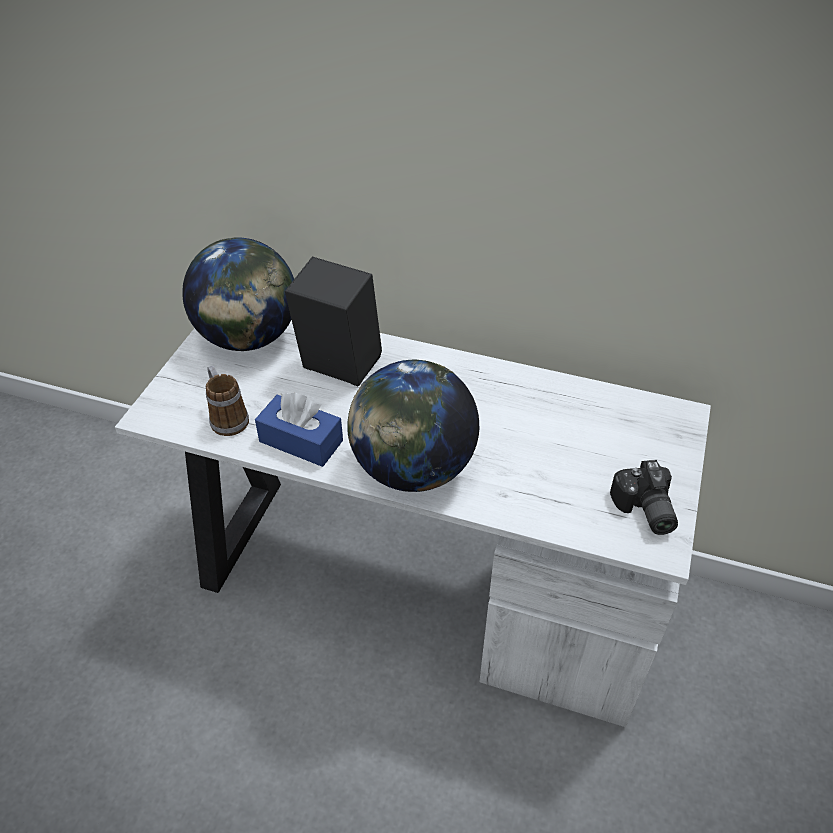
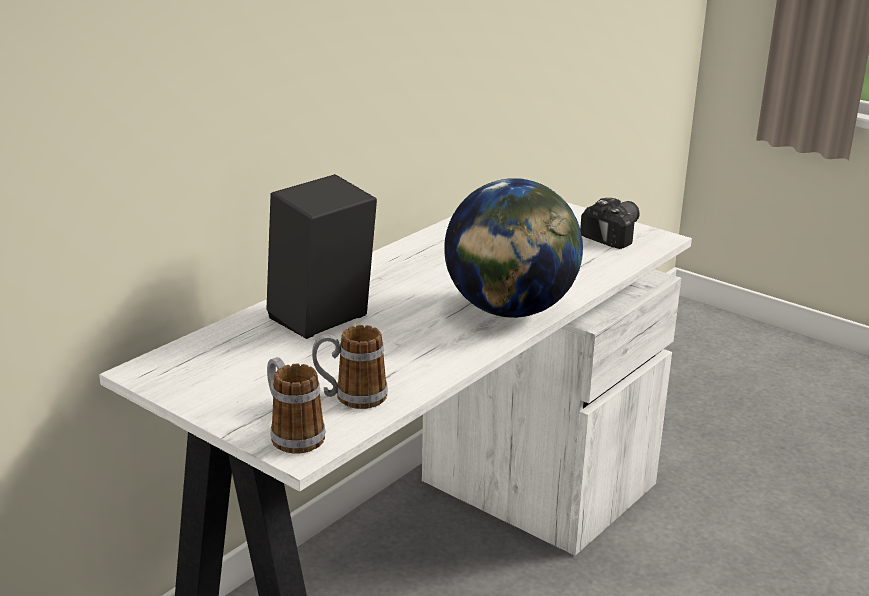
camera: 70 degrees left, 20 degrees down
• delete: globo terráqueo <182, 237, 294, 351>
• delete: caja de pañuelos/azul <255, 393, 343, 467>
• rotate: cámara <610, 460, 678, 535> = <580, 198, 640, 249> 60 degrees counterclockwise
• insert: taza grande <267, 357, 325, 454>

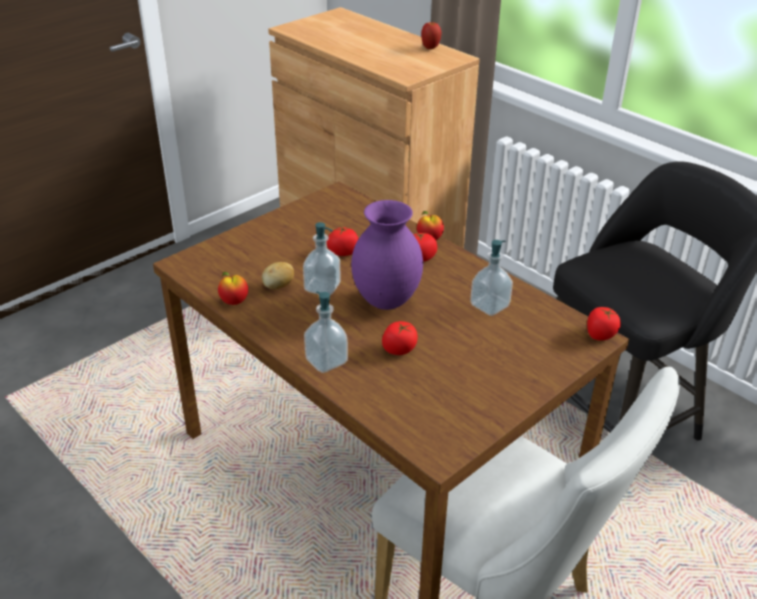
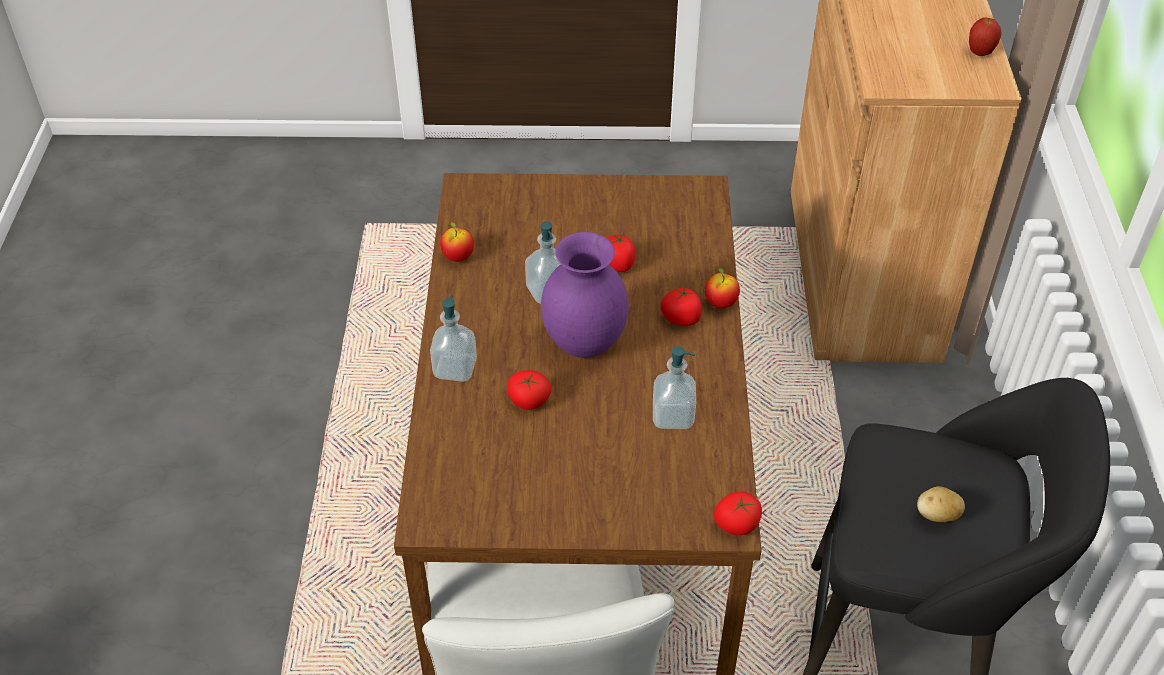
camera: 45 degrees right, 10 degrees up
• move: patata <262, 262, 294, 289> to <917, 486, 965, 522>

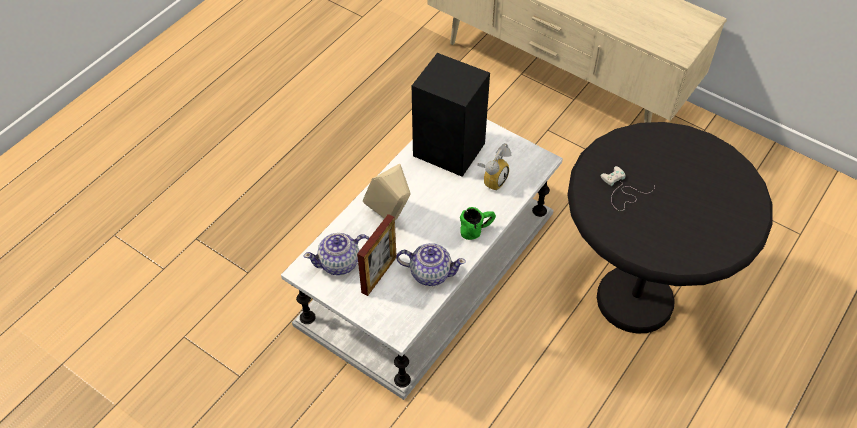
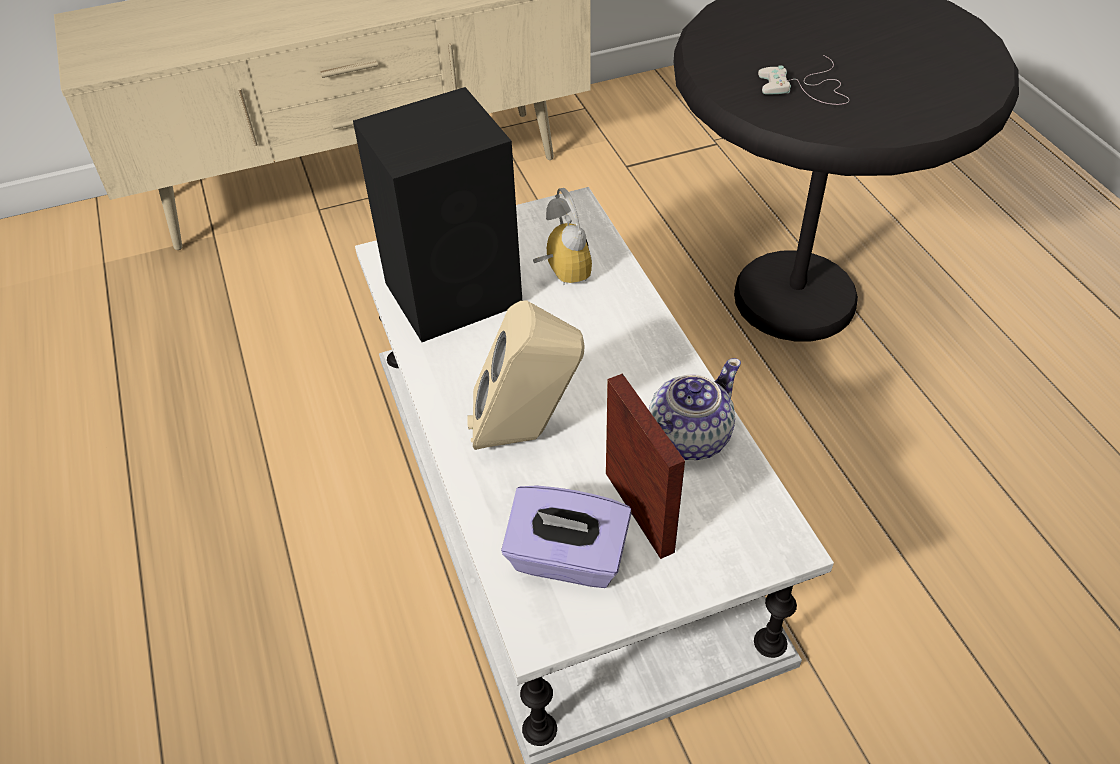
camera: 55 degrees left, 5 degrees down
• replace: tetera <303, 233, 369, 275> to caja de pañuelos/morado <501, 485, 632, 588>
• delete: taza grande/verde <460, 207, 496, 240>

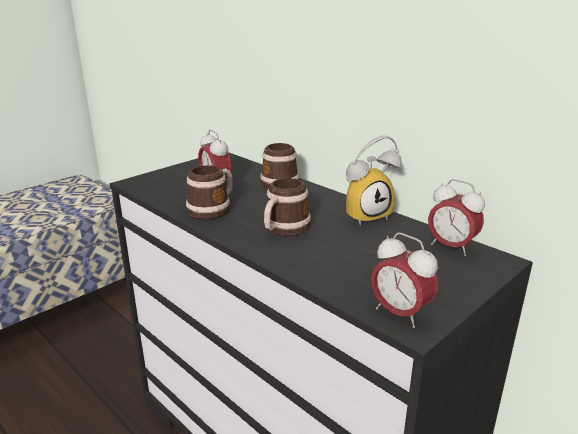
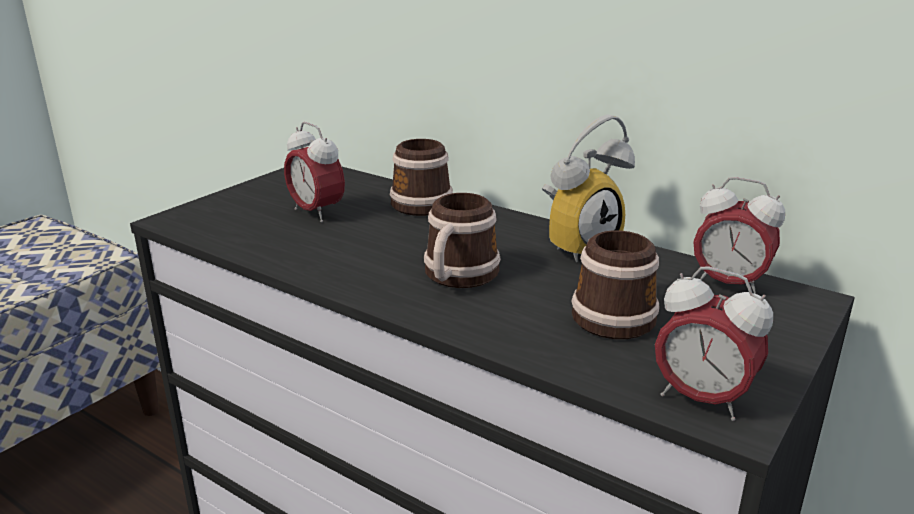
camera: 10 degrees left, 0 degrees up
• move: taza grande <186, 165, 233, 219> to <571, 231, 660, 339>

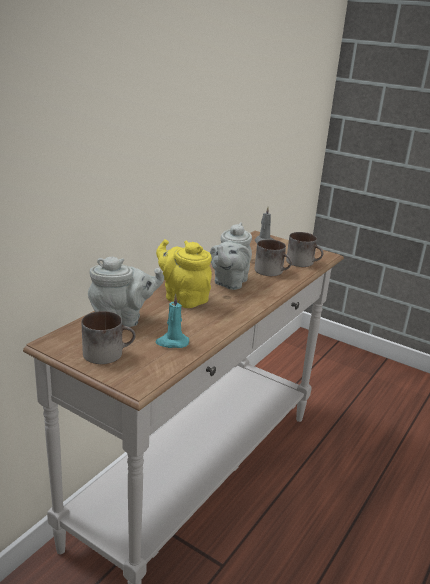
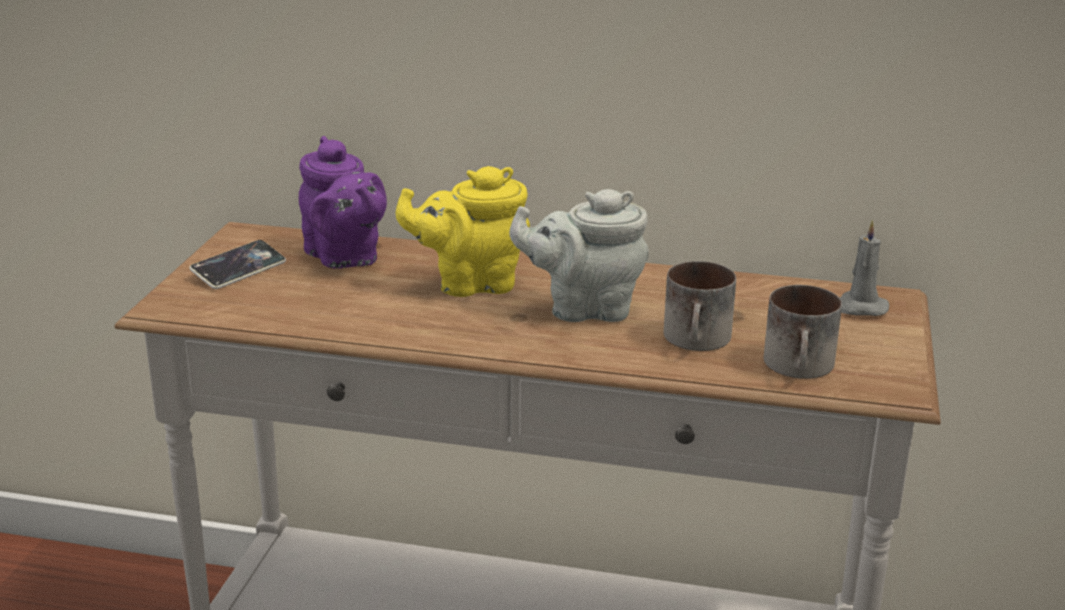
camera: 70 degrees right, 0 degrees up
• replace: taza grande <82, 311, 136, 364> to móvil <189, 240, 286, 289>
• recolor: tetera/gris <88, 257, 164, 327> to tetera/morado <299, 136, 387, 269>
• delete: vela/turquesa <155, 293, 189, 348>
• rotate: tetera/amarillo <156, 239, 212, 308> = <396, 166, 530, 297> 120 degrees counterclockwise

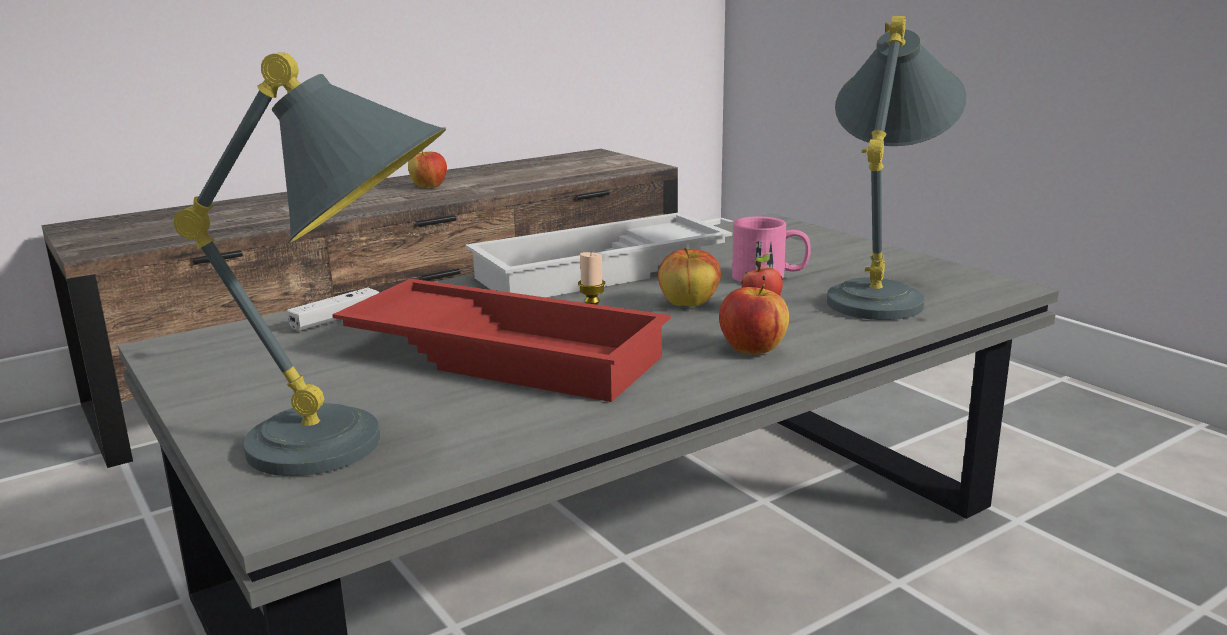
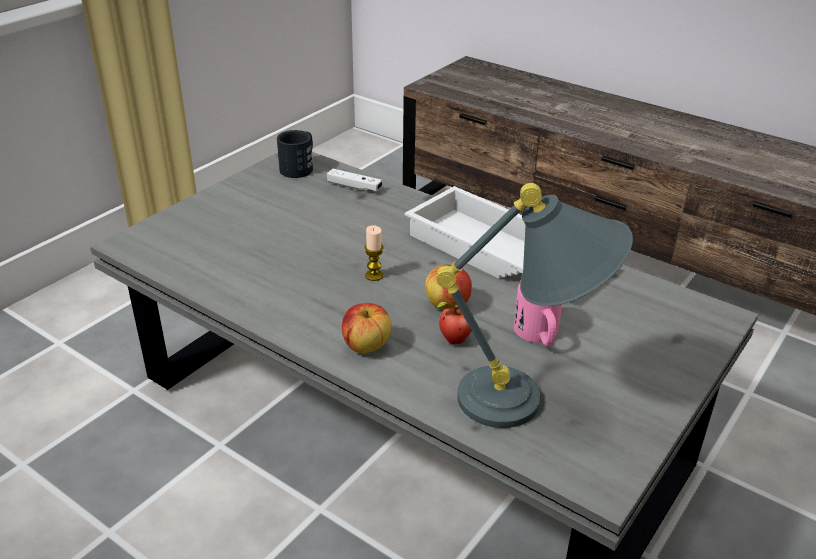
camera: 70 degrees right, 15 degrees up
• delete: lámpara de mesa/gris <174, 52, 446, 476>
• delete: bandeja/rojo <332, 279, 671, 402>
• delete: manzana <408, 150, 447, 188>
• insert: taza grande/negro <277, 130, 313, 178>

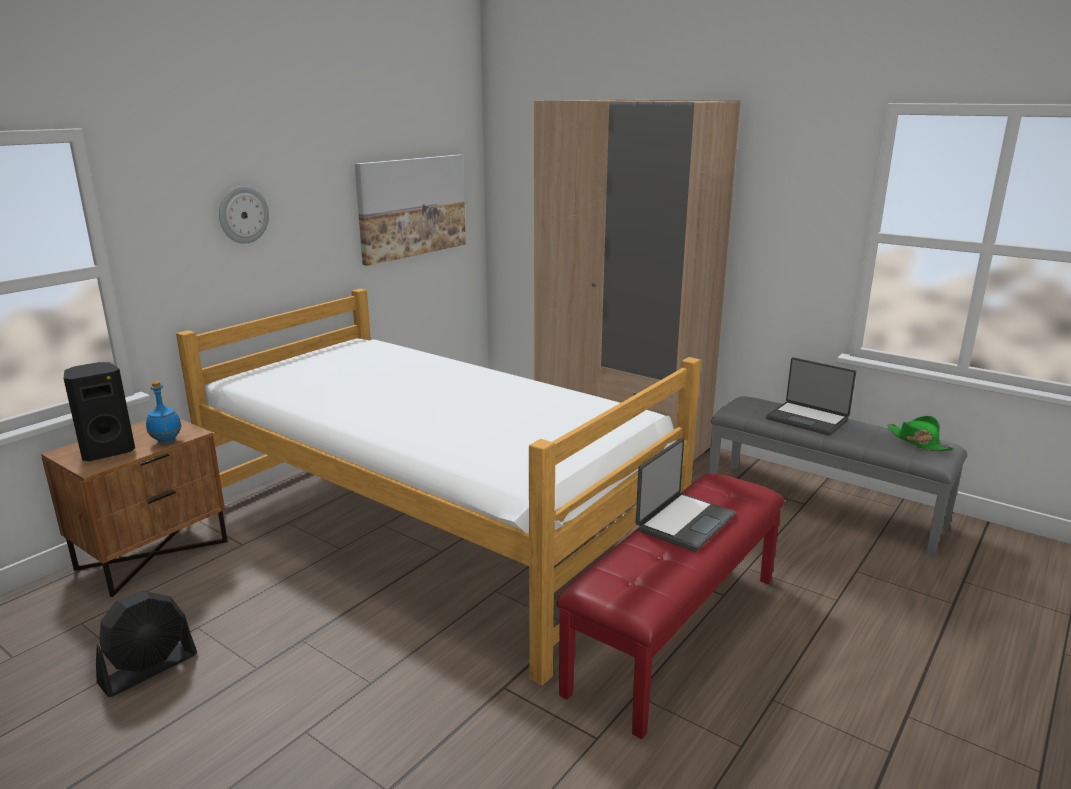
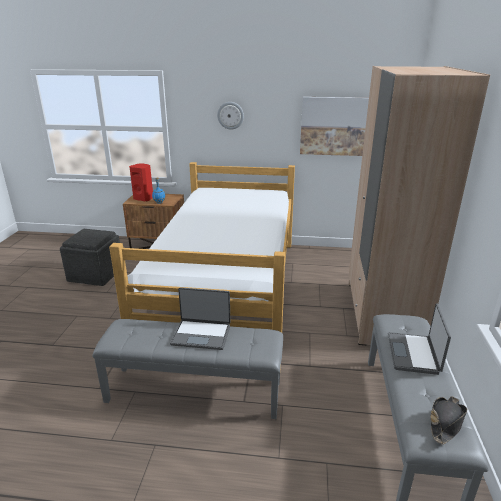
camera: 60 degrees right, 5 degrees up
• recolor: altavoz/negro <63, 362, 135, 461> to altavoz/rojo <129, 163, 153, 201>
• replace: ventilador/negro <96, 592, 197, 697> to puf/gris <60, 229, 120, 286>
• recolor: banco/rojo <557, 474, 785, 739> to banco/gris <92, 319, 283, 419>
• recolor: sombrero/verde <887, 416, 955, 451> to sombrero/negro <430, 396, 467, 445>

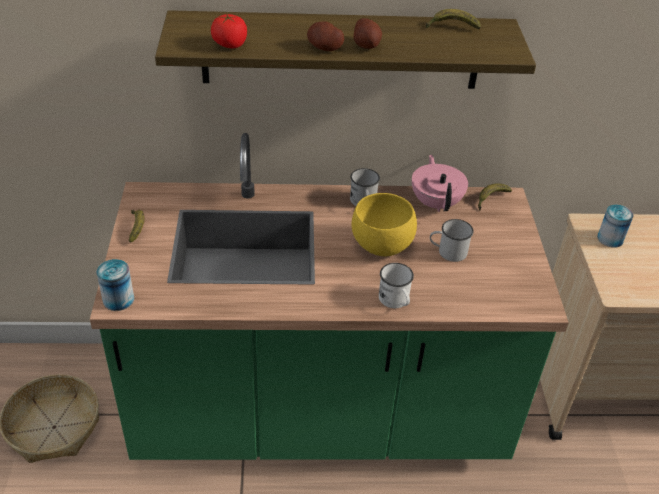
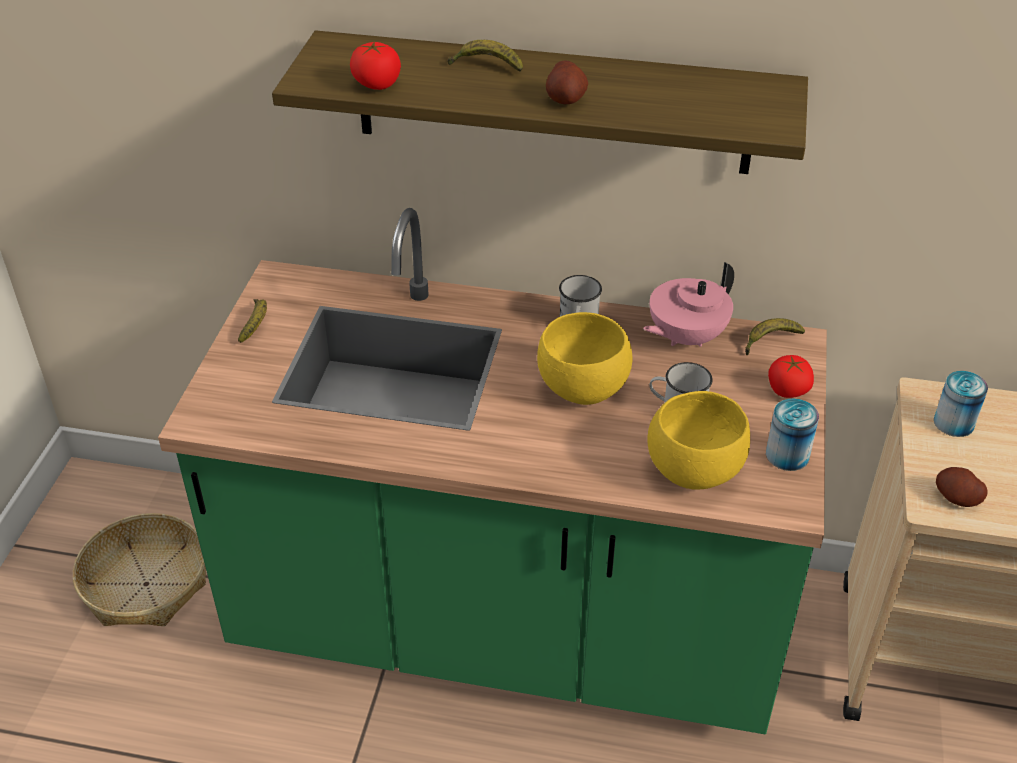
camera: 15 degrees right, 0 degrees up
• move: lata <96, 259, 134, 311> to <766, 398, 819, 471>
• move: patata <307, 21, 344, 51> to <936, 467, 988, 507>
• delete: taza grande/blanco <379, 263, 414, 308>
• rotate: tetera/rosa <412, 155, 468, 212> = <643, 262, 734, 347> 135 degrees counterclockwise
• move: plátano <425, 9, 481, 29> to <447, 40, 523, 72>
• insert: cuenco/amarillo <647, 391, 750, 490>
• insert: tomate <768, 355, 814, 398>

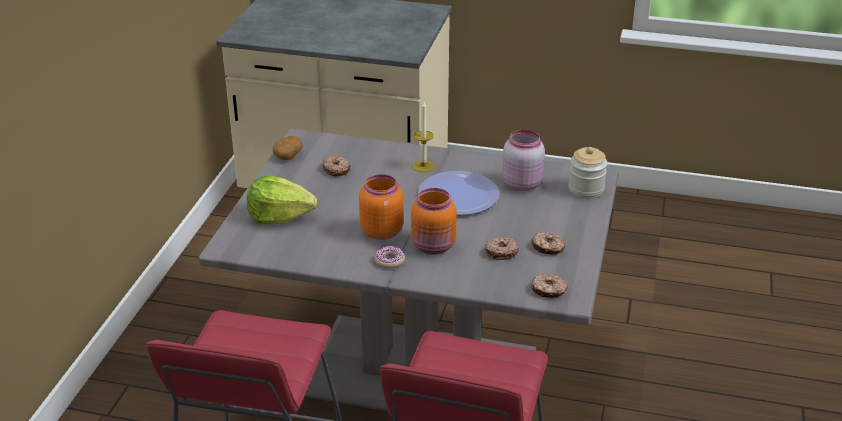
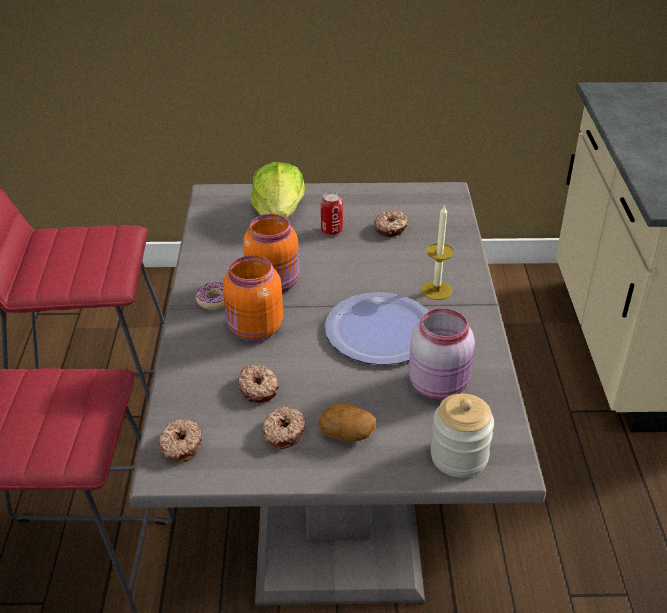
camera: 75 degrees right, 5 degrees up
• move: patata <273, 136, 303, 160> to <318, 404, 376, 441>
• insert: lata <321, 192, 343, 235>

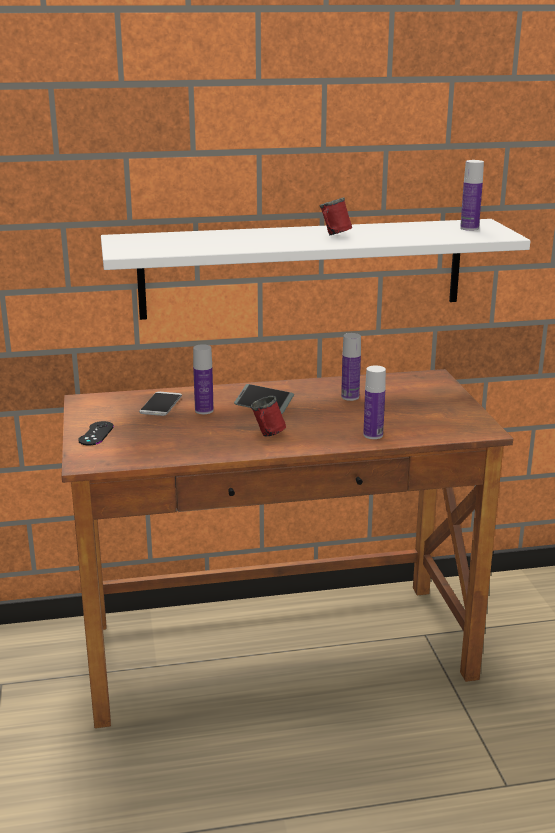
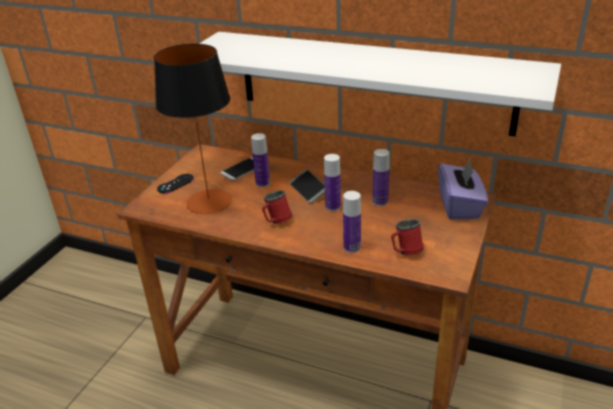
camera: 35 degrees right, 10 degrees up
• move: taza grande/rojo <320, 197, 352, 235> to <391, 219, 424, 255>
• move: botella <460, 160, 484, 231> to <324, 154, 341, 211>
• insert: lámpara de mesa <154, 44, 232, 214>
• insert: caja de pañuelos/morado <438, 158, 488, 220>

